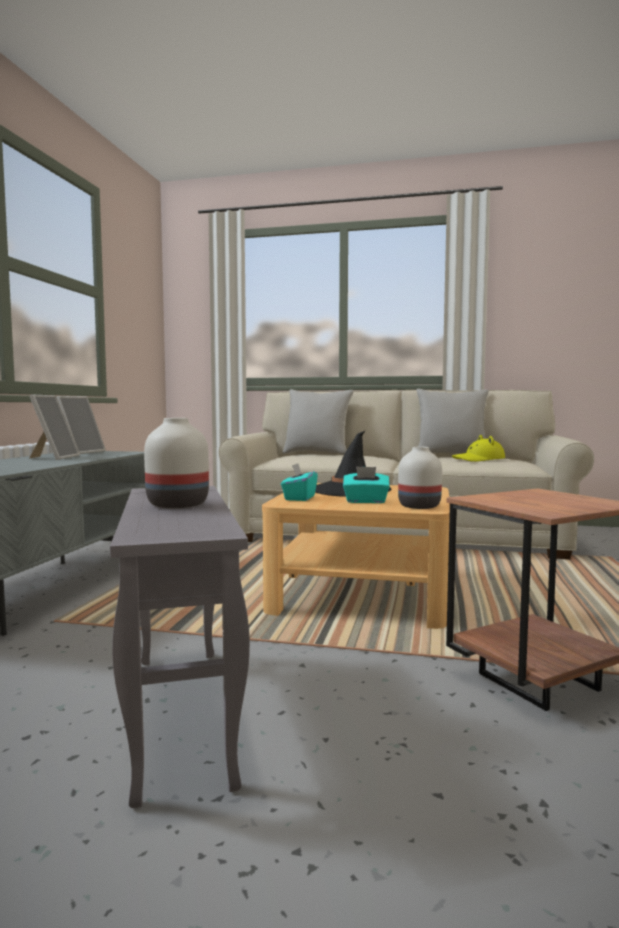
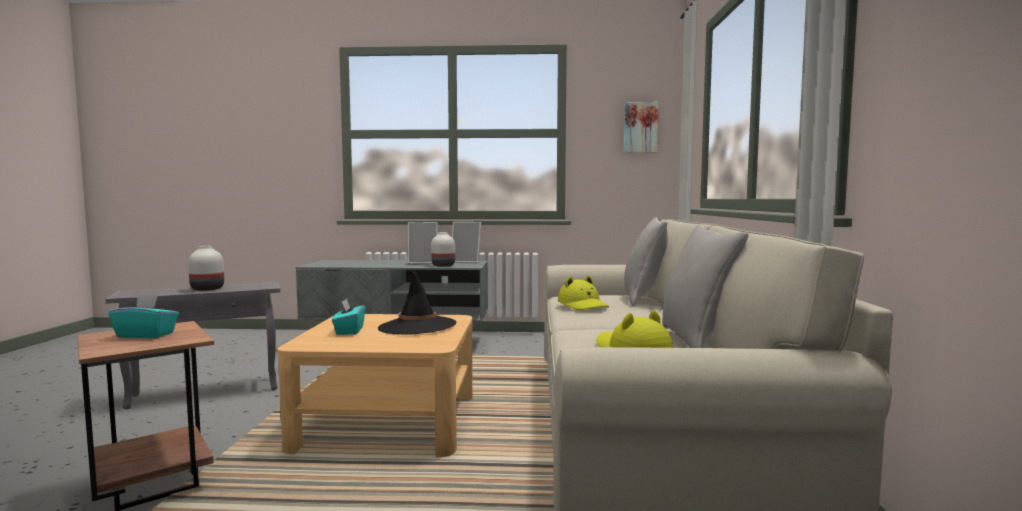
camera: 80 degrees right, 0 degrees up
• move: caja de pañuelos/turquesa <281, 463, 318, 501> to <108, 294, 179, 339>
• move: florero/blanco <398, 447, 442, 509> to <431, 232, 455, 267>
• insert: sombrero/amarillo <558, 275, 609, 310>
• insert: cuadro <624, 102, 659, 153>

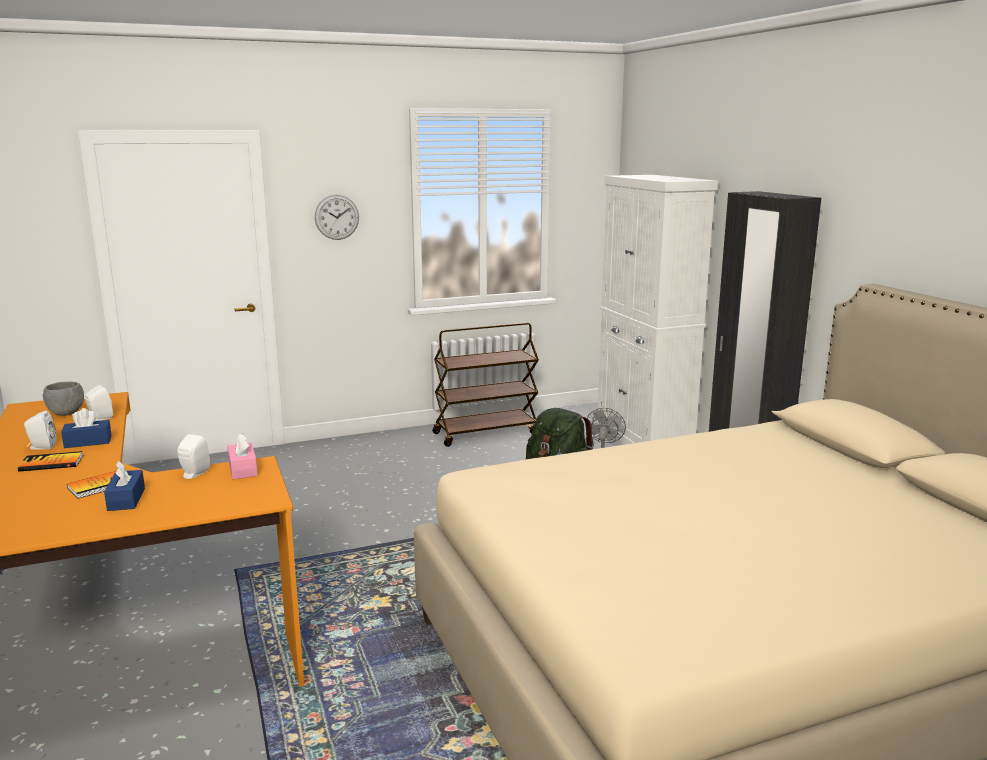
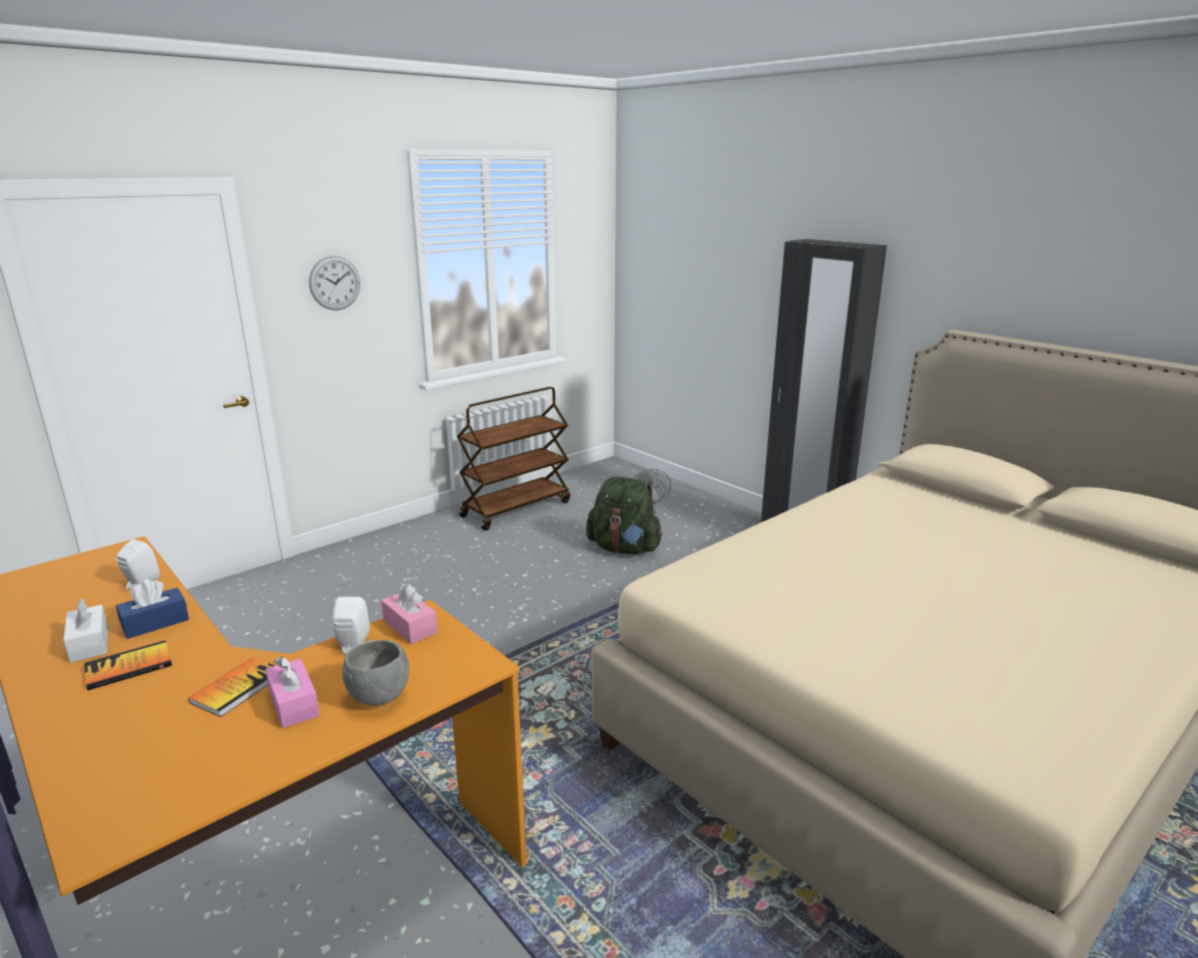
camera: 20 degrees left, 5 degrees up
• replace: altavoz/blanco <24, 411, 56, 450> to caja de pañuelos/blanco <63, 599, 108, 663>
• move: cuenco/gris <43, 381, 84, 416> to <342, 640, 409, 706>
• recolor: caja de pañuelos/azul <104, 461, 145, 511> to caja de pañuelos/rosa <265, 656, 320, 728>
• delete: armario/blanco <596, 175, 718, 445>

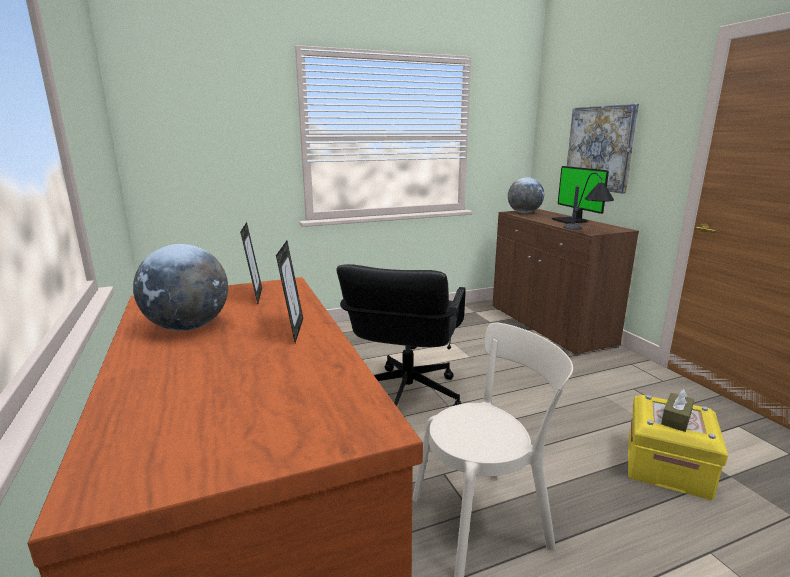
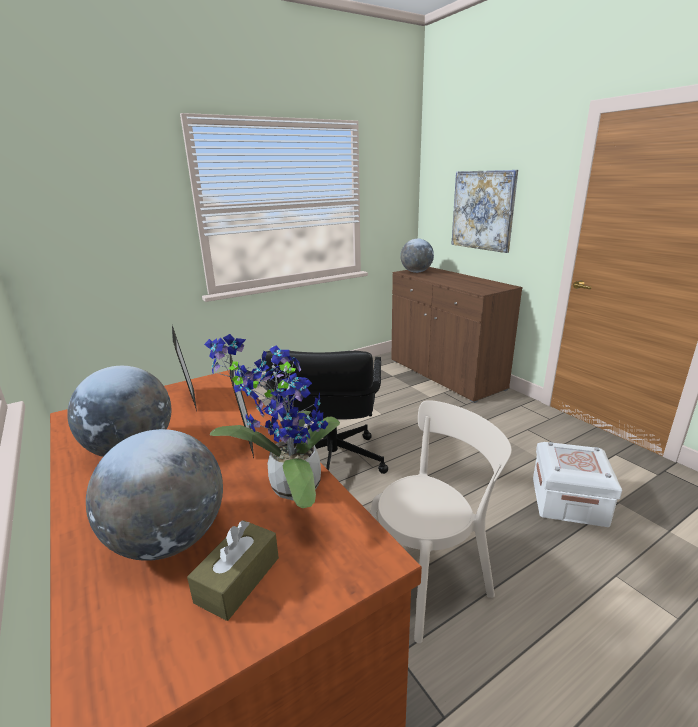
camera: 10 degrees left, 5 degrees up
• delete: monitor <552, 166, 609, 224>
• delete: lámpara de mesa <563, 173, 614, 230>
• recolor: caja de almacenaje/amarillo <628, 395, 728, 500> to caja de almacenaje/blanco <533, 442, 622, 527>
• move: caja de pañuelos/marrón <661, 389, 694, 432> to <187, 520, 279, 621>
• insert: globo terráqueo <86, 429, 223, 561>
• insert: planta en maceta <204, 334, 340, 508>

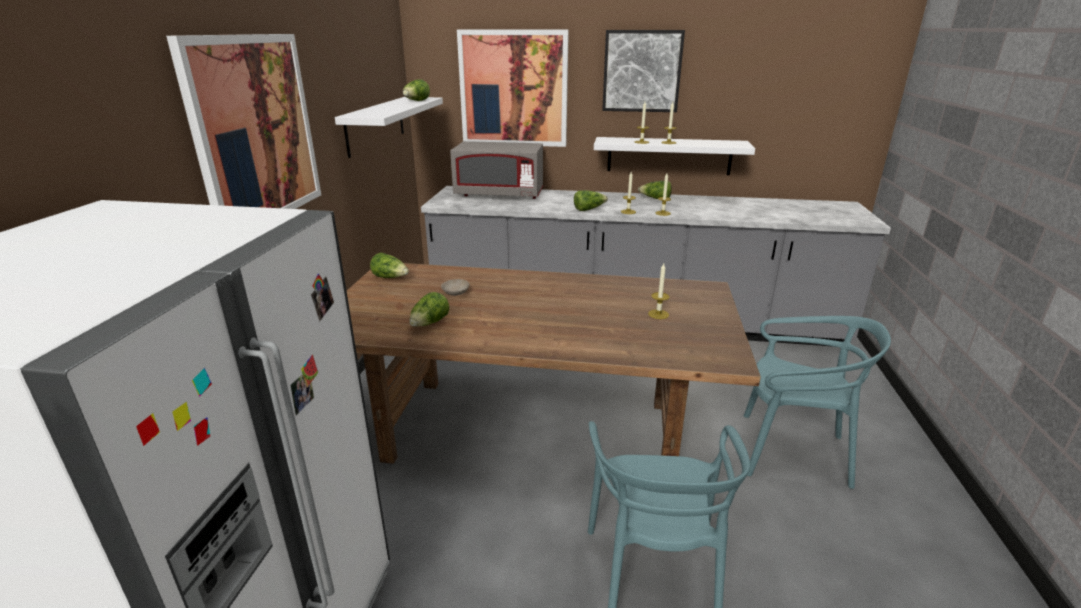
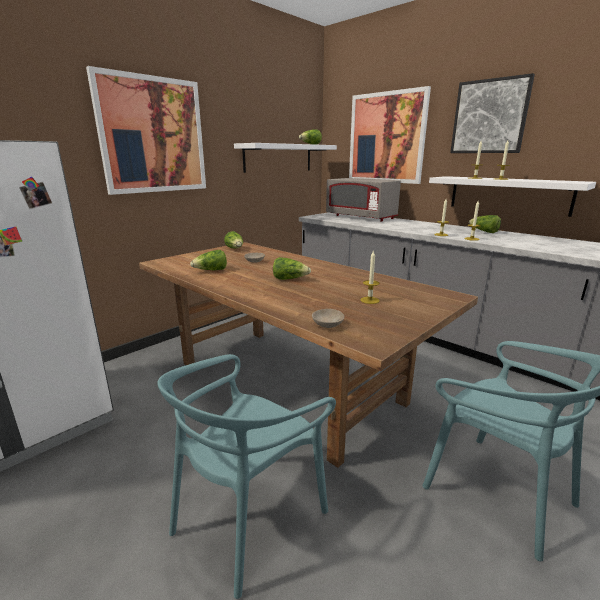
camera: 35 degrees right, 5 degrees down
• move: lechuga <574, 190, 608, 211> to <273, 257, 311, 280>
• insert: cuenco/beis <312, 309, 344, 328>

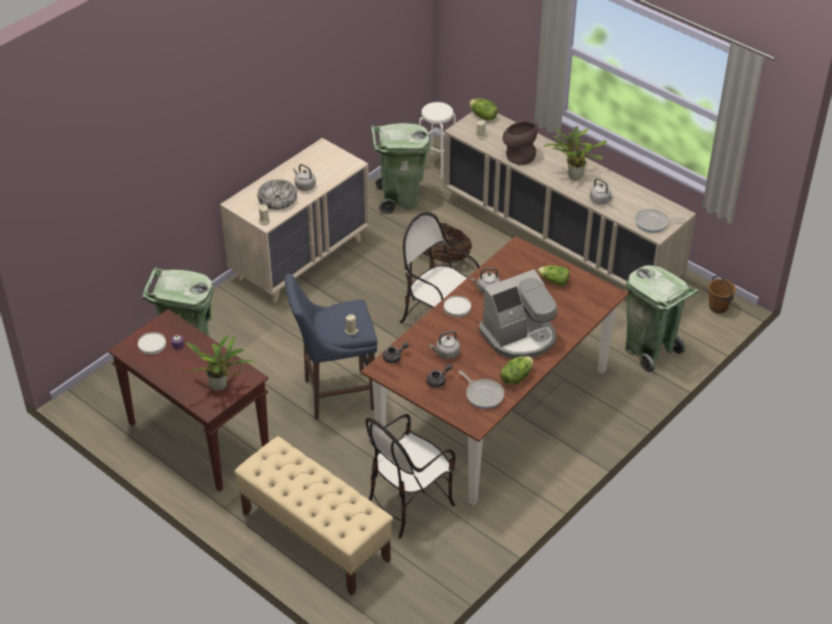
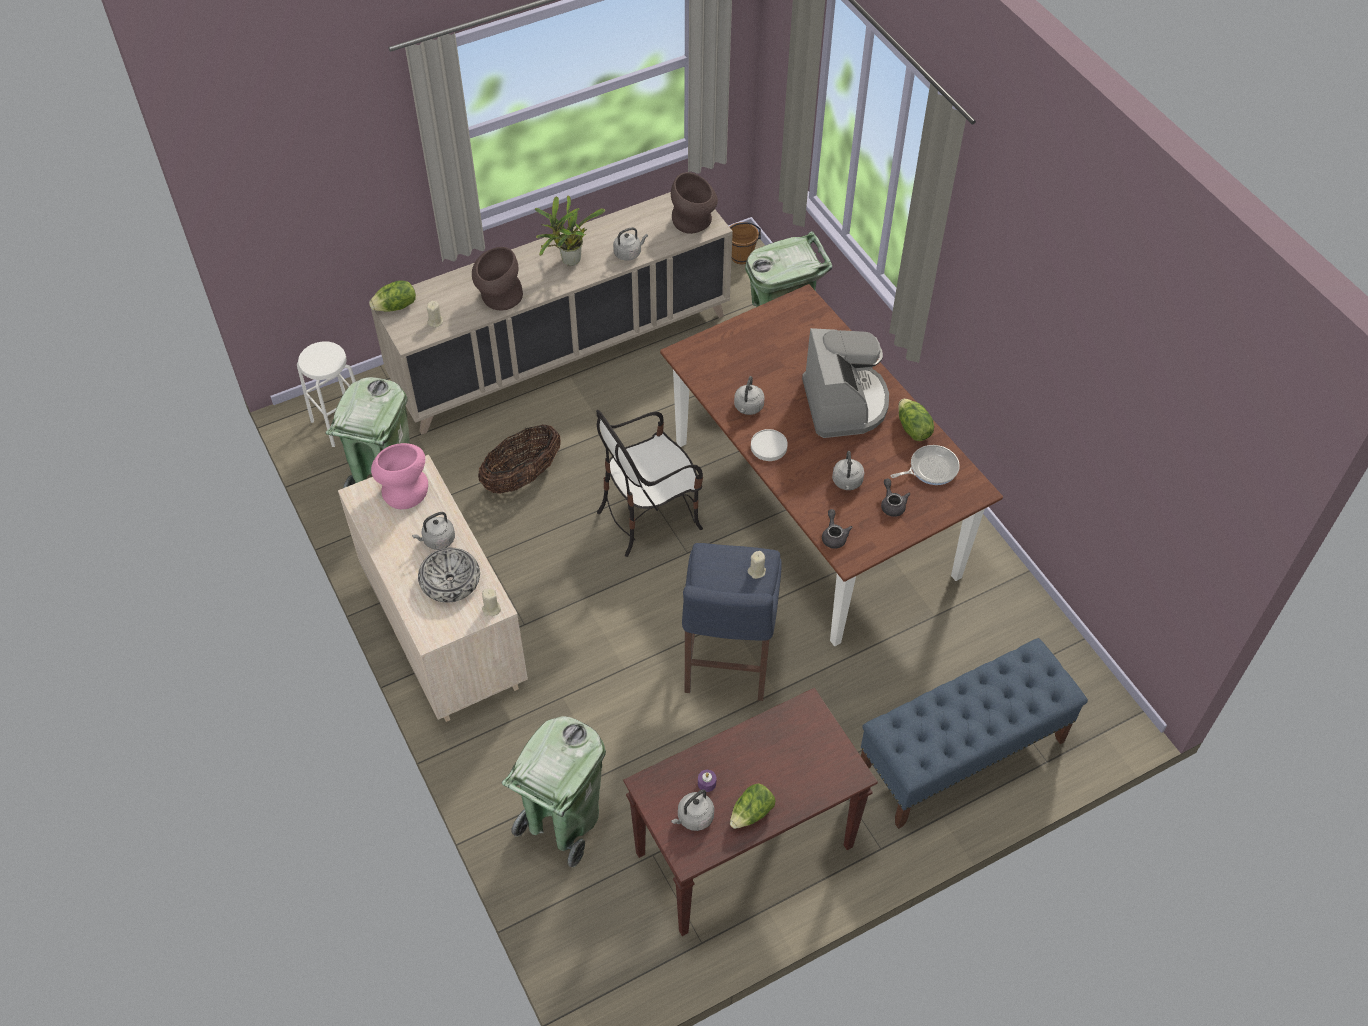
camera: 70 degrees left, 10 degrees up
• replace: plato/blanco <138, 332, 166, 355> to hervidor/gris <671, 790, 714, 831>
• delete: planta en maceta <181, 335, 254, 391>
• recolor: banco/beis <234, 436, 393, 596> to banco/azul <861, 638, 1088, 829>
• delete: silla <366, 414, 456, 539>
• move: lechuga <538, 265, 570, 286> to <730, 784, 775, 829>
• replace: sartén <635, 209, 686, 233> to florero/marrón <671, 172, 718, 234>
• insert: florero/rosa <371, 443, 428, 509>

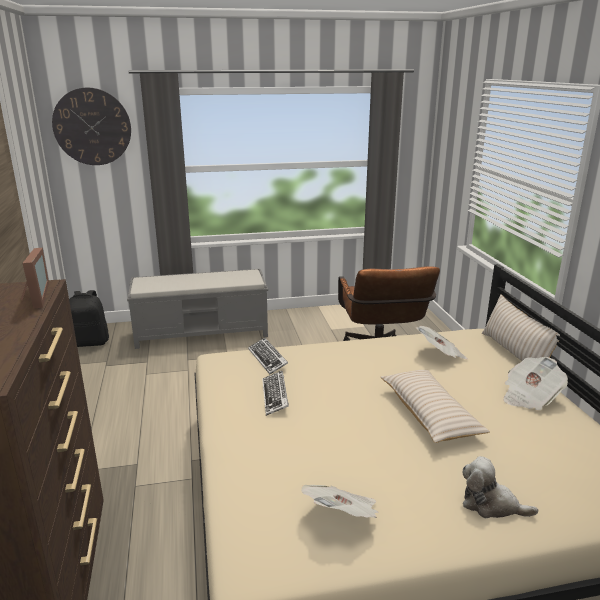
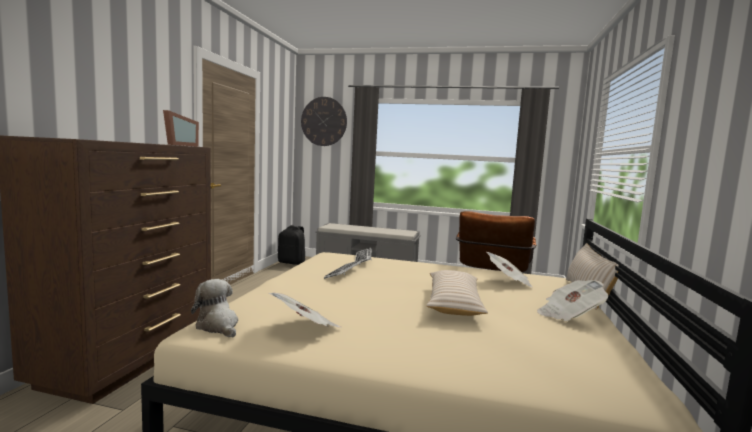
camera: 25 degrees right, 15 degrees down
• move: peluche <462, 456, 538, 518> to <191, 279, 238, 337>

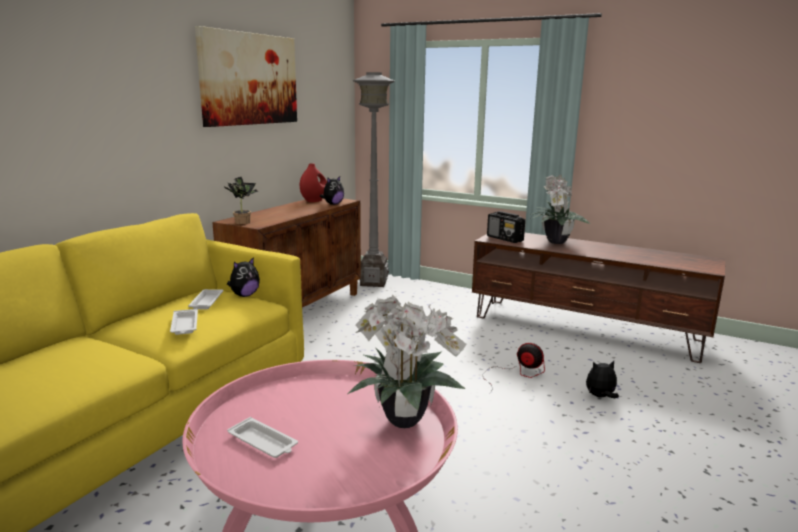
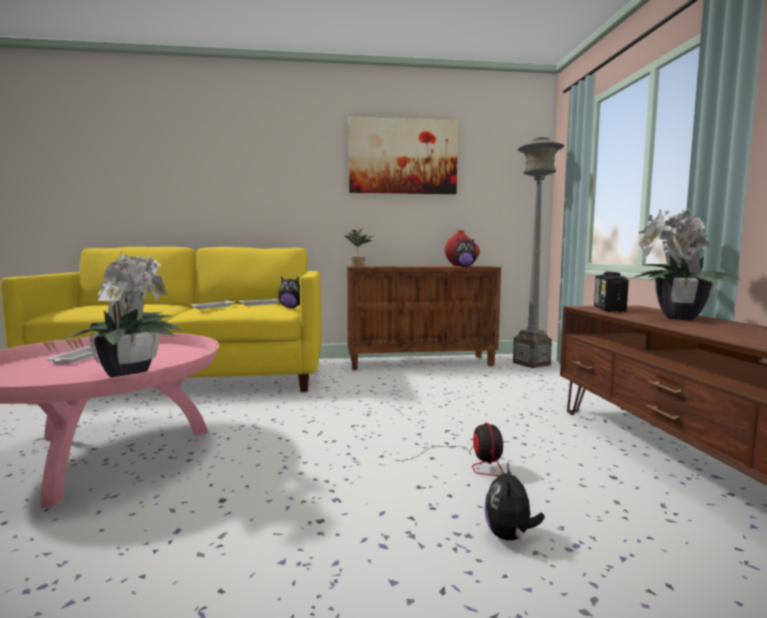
camera: 55 degrees right, 10 degrees down
• rotate: peluche <586, 361, 619, 398> = <484, 463, 545, 542> 120 degrees counterclockwise

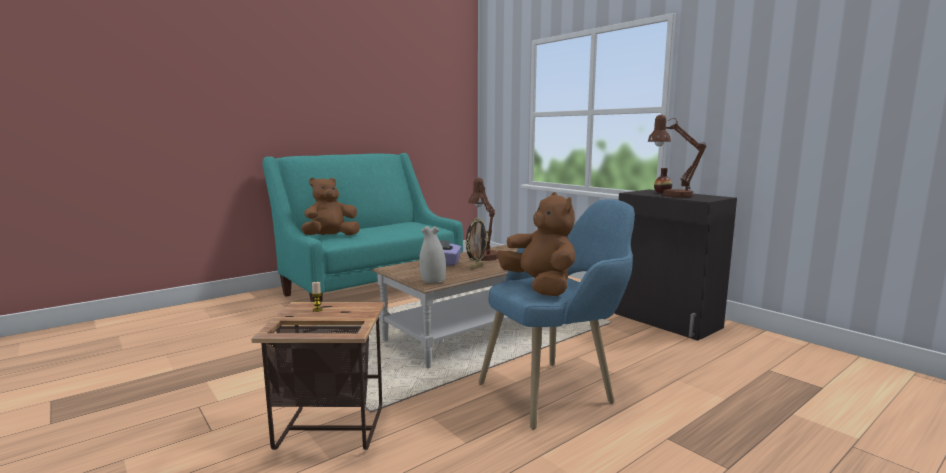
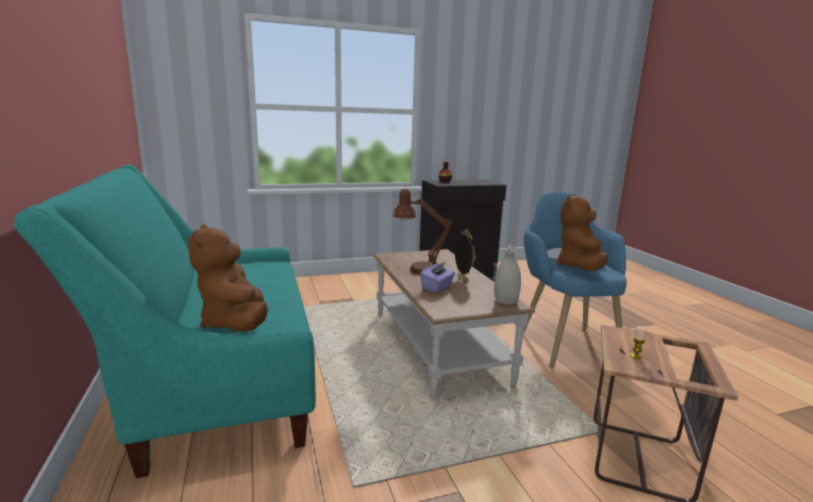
camera: 70 degrees left, 5 degrees up
• rotate: peluche/marrón <497, 192, 576, 296> = <557, 194, 608, 271> 60 degrees counterclockwise
• delete: lámpara de mesa/marrón <648, 115, 706, 197>

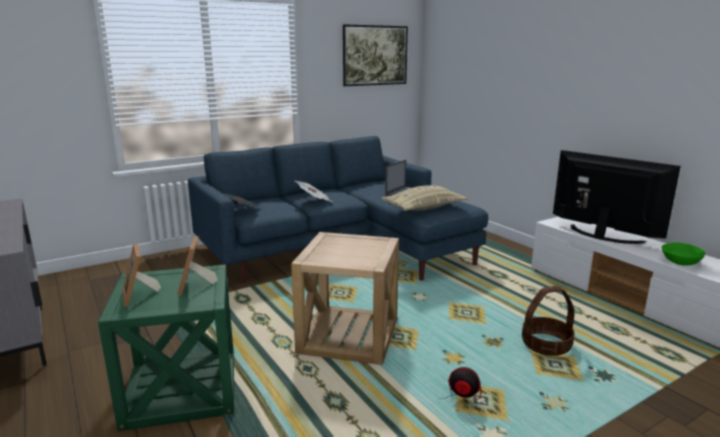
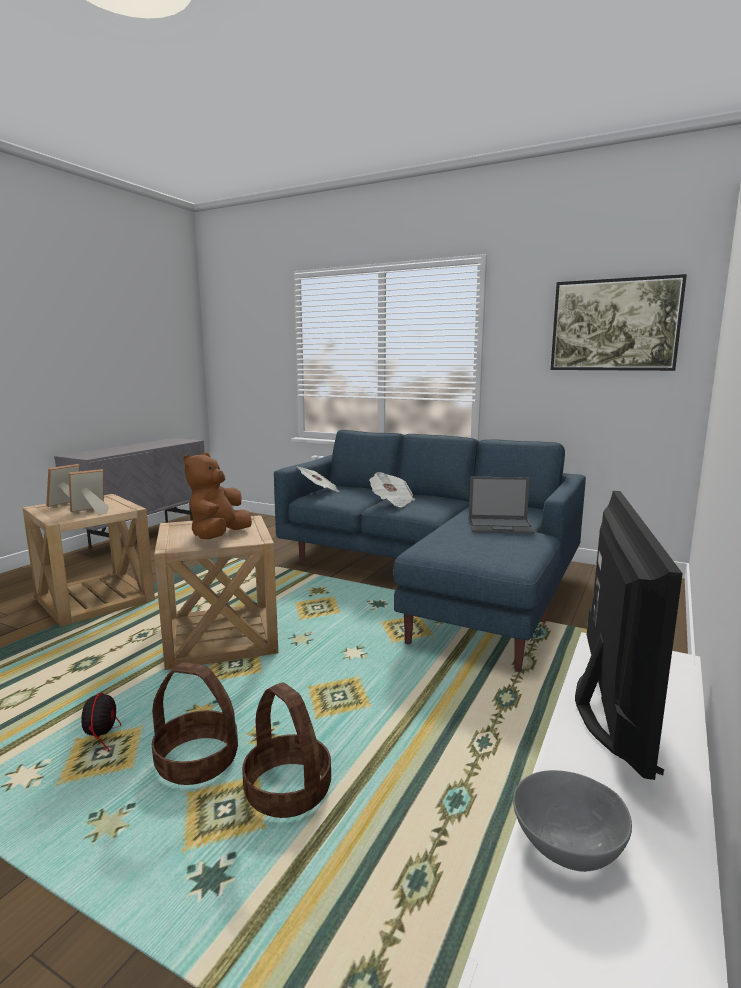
camera: 60 degrees right, 5 degrees down
• recolor: mesa auxiliar/verde <98, 265, 234, 431> to mesa auxiliar/beis <23, 494, 155, 627>
• delete: cojín/beis <382, 185, 468, 211>
• recolor: cuenco/verde <662, 242, 706, 266> to cuenco/gris <513, 770, 632, 872>
• insert: cesta <152, 662, 238, 785>
• insert: peluche/marrón <183, 453, 252, 539>

